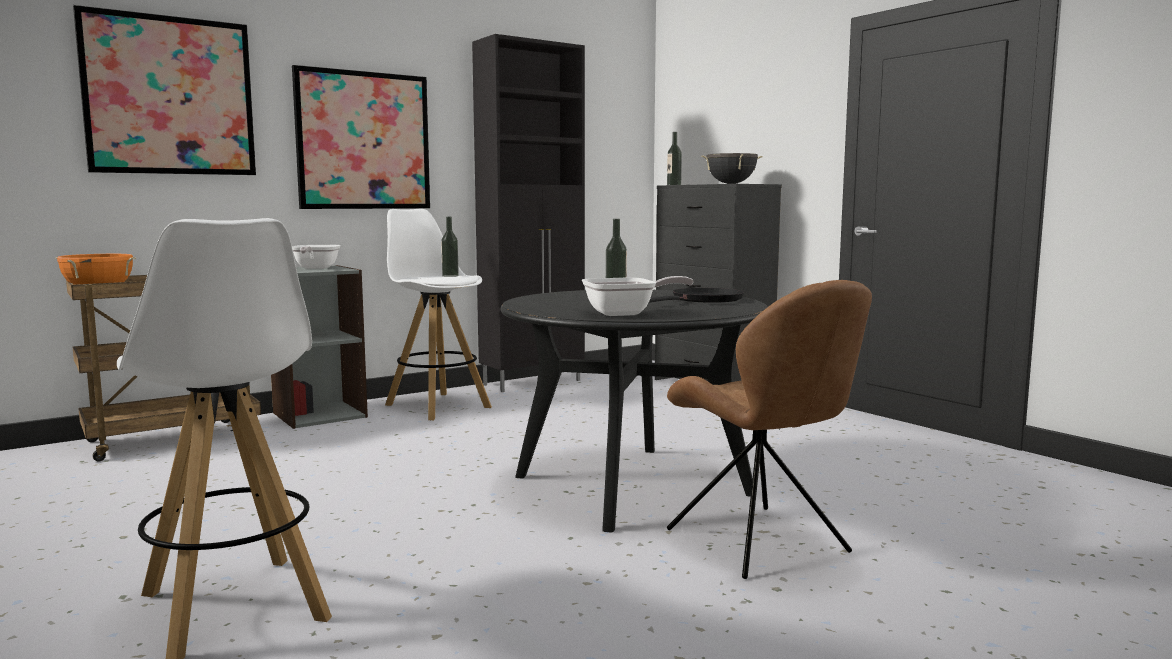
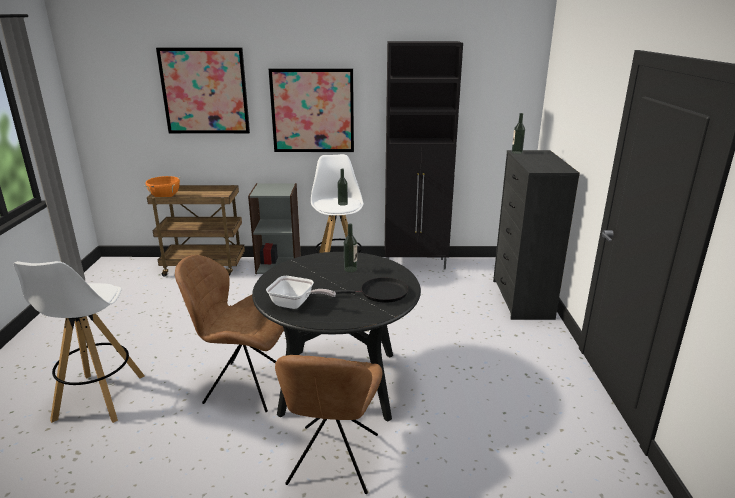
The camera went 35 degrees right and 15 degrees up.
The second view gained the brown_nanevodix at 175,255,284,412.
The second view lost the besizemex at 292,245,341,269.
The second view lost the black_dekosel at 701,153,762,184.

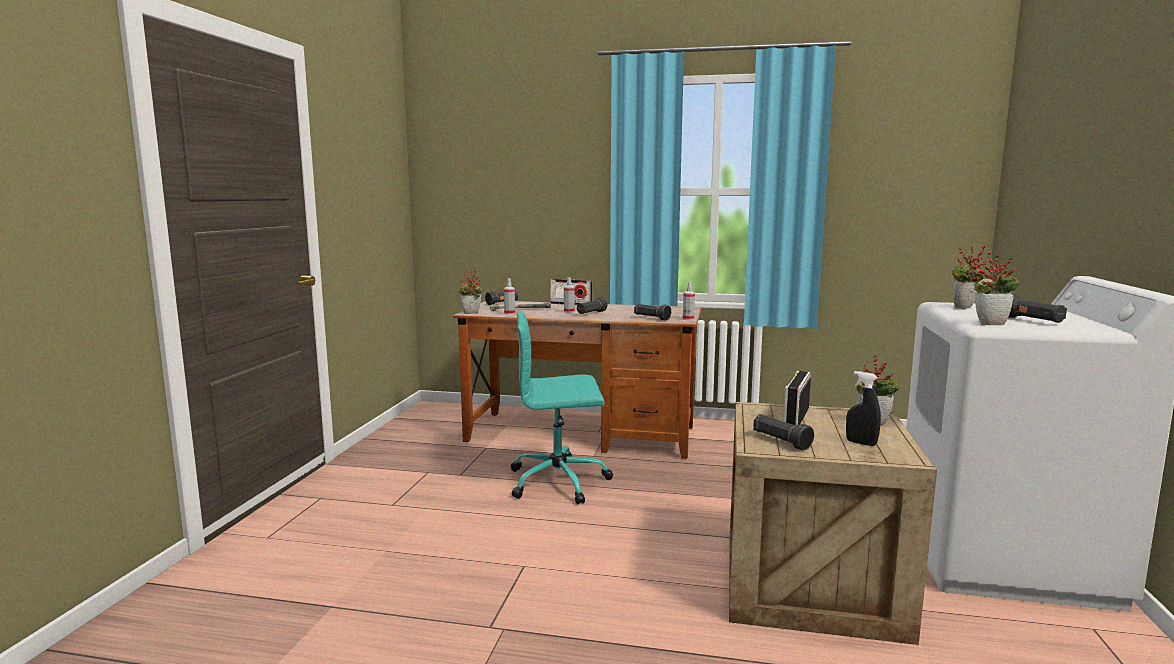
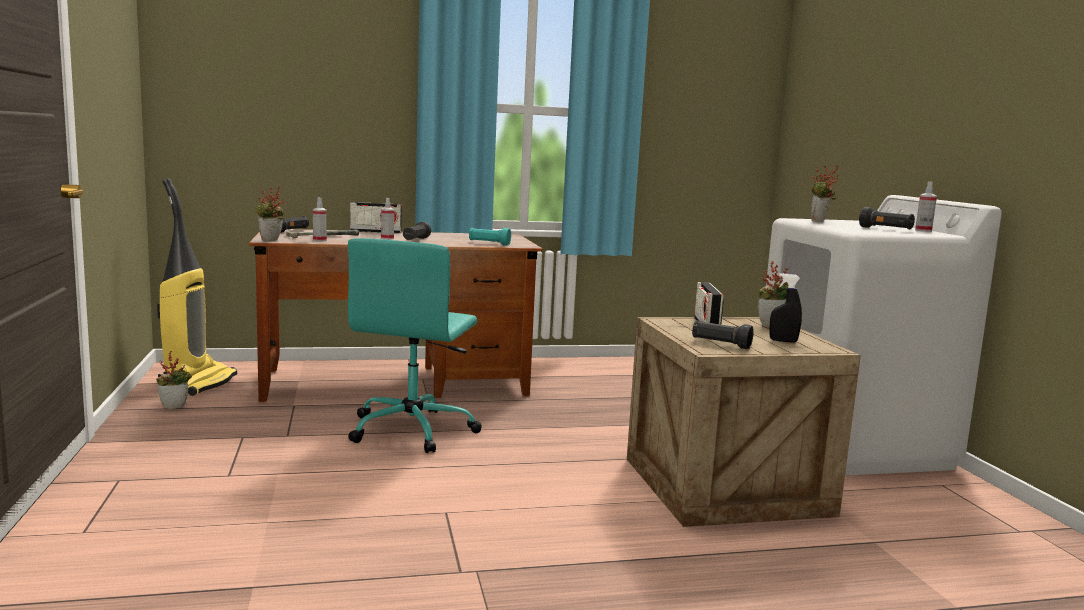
The camera went 25 degrees left and 0 degrees up.
The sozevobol ended up elsewhere, having gone from 975,251,1020,325 to 156,351,192,409.
The second view gained the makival at 157,179,237,396.
The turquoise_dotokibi at 511,311,613,504 ended up facing another way, 45 degrees counterclockwise from before.
What was the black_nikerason at 634,303,671,321 turned into the turquoise_nikerason at 469,228,511,245.
The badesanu ended up elsewhere, having gone from 683,282,695,320 to 915,182,937,232.

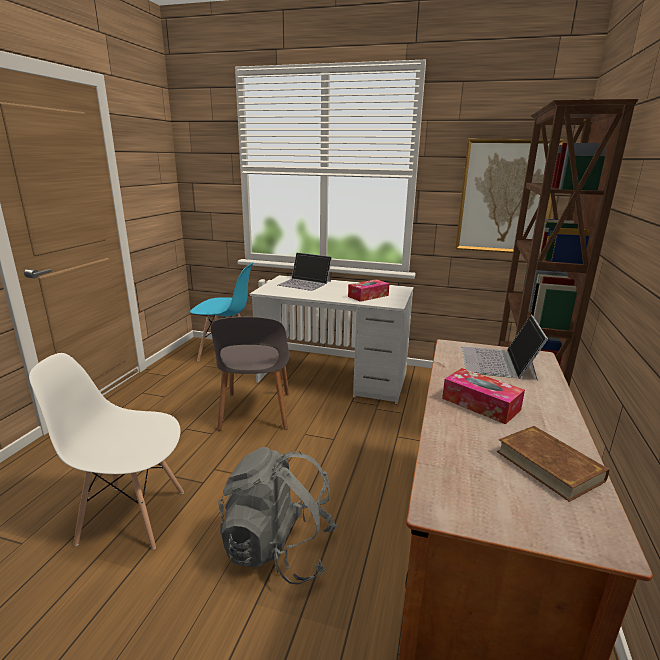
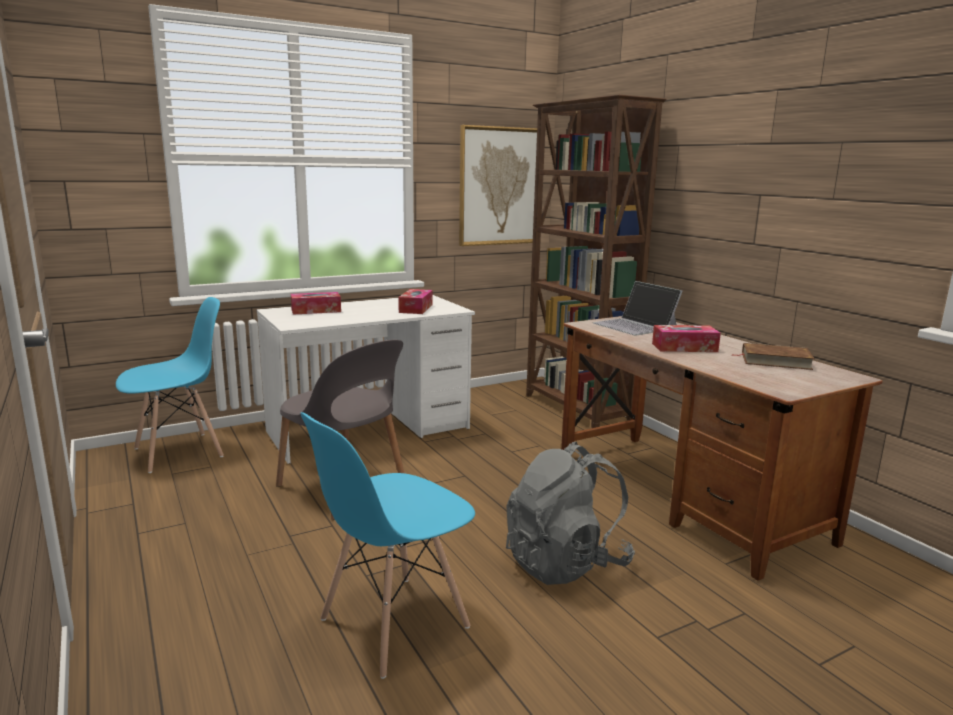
The camera went 45 degrees left and 5 degrees down.
Where the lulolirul stood at 278,252,332,291, the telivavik came to stand at 291,292,341,315.
What was the white_nanevodix at 29,353,184,550 turned into the blue_nanevodix at 300,412,475,679.

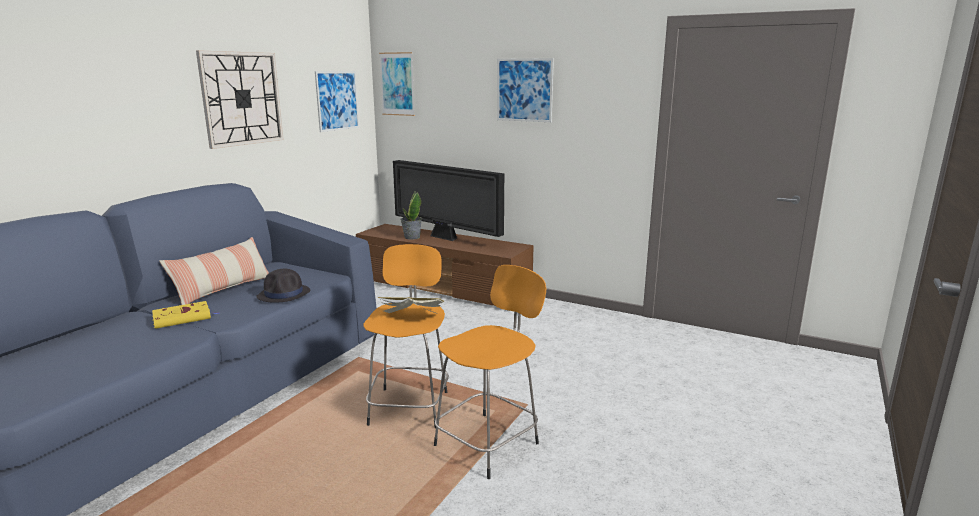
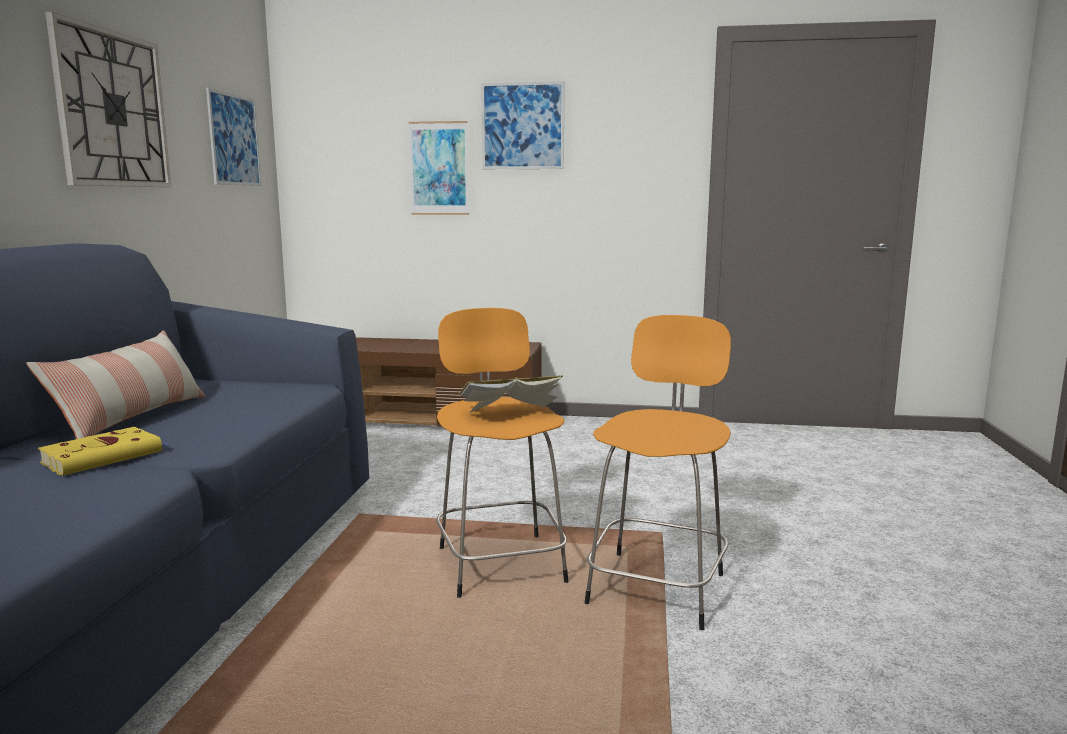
The camera went 20 degrees left and 5 degrees down.
The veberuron ended up elsewhere, having gone from 379,52,415,116 to 408,121,469,215.
The second view lost the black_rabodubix at 256,269,310,303.
The second view lost the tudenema at 393,160,504,241.
The second view lost the sozevobol at 400,191,422,240.

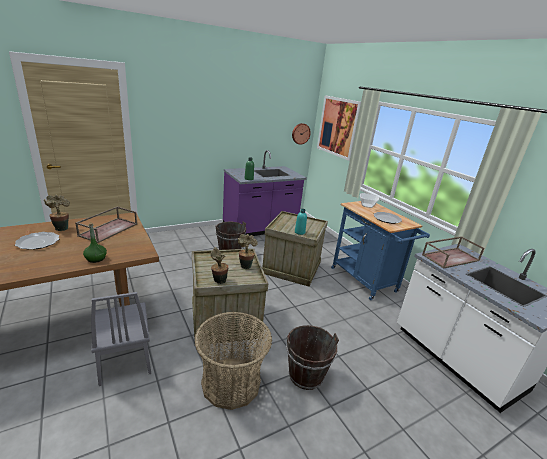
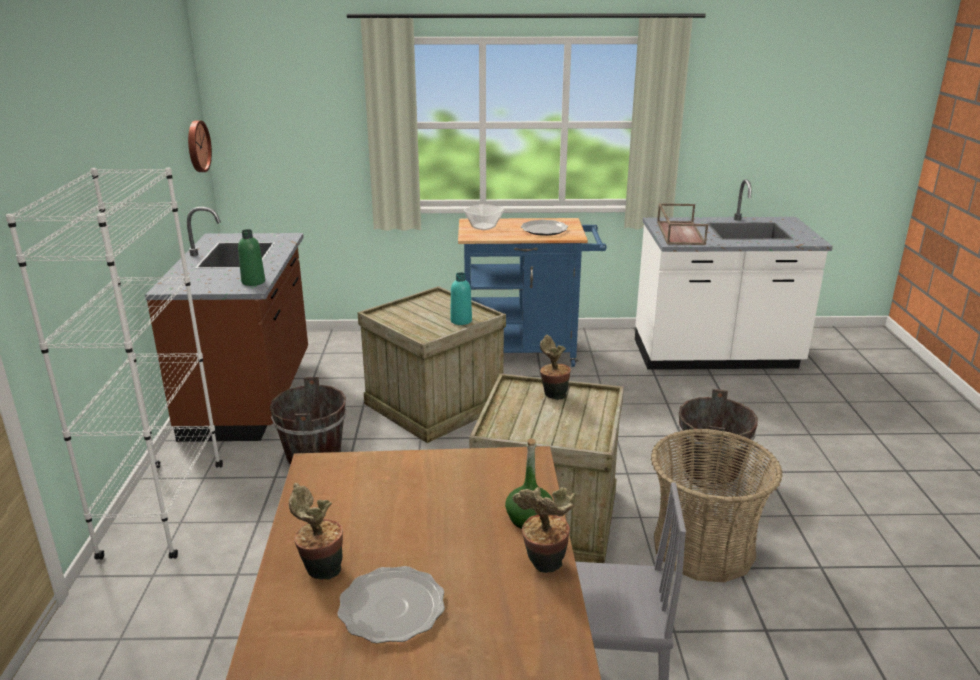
The camera went 60 degrees left and 0 degrees up.
The second view gained the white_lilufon at 6,168,223,560.
What was the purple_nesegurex at 223,150,307,236 turned into the brown_nesegurex at 145,207,308,442.
The sozevobol ended up elsewhere, having gone from 211,247,229,284 to 513,487,576,573.
The second view lost the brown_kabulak at 75,206,137,243.
The second view lost the veberuron at 317,96,361,161.

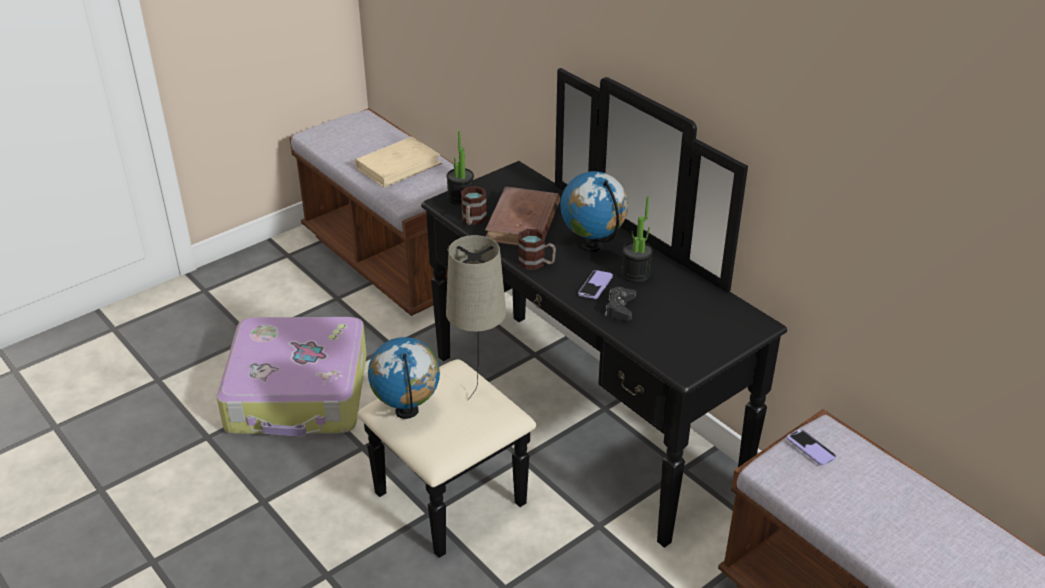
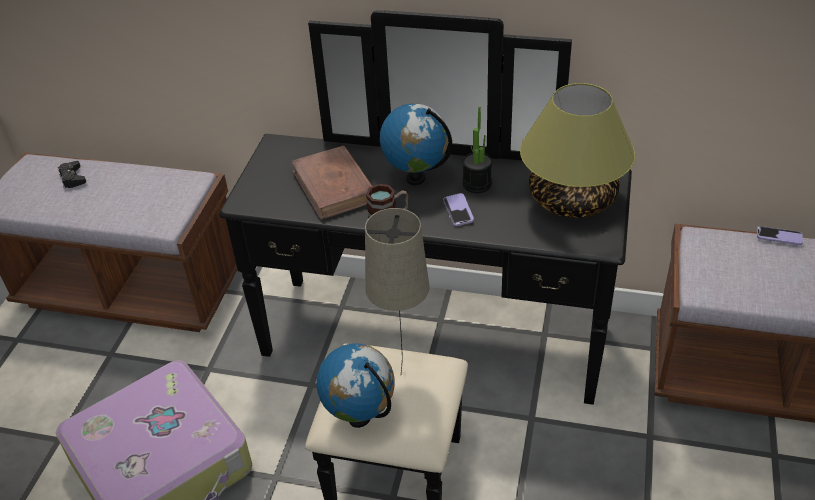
The camera went 35 degrees left and 5 degrees up.
The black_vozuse ended up elsewhere, having gone from 605,287,636,320 to 58,161,86,188.
The second view gained the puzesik at 520,83,635,218.
The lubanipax ended up elsewhere, having gone from 787,429,836,466 to 757,226,803,245.
The second view lost the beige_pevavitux at 355,137,442,188.
The second view lost the sozevobol at 447,131,474,205.
The second view lost the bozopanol at 461,186,487,225.

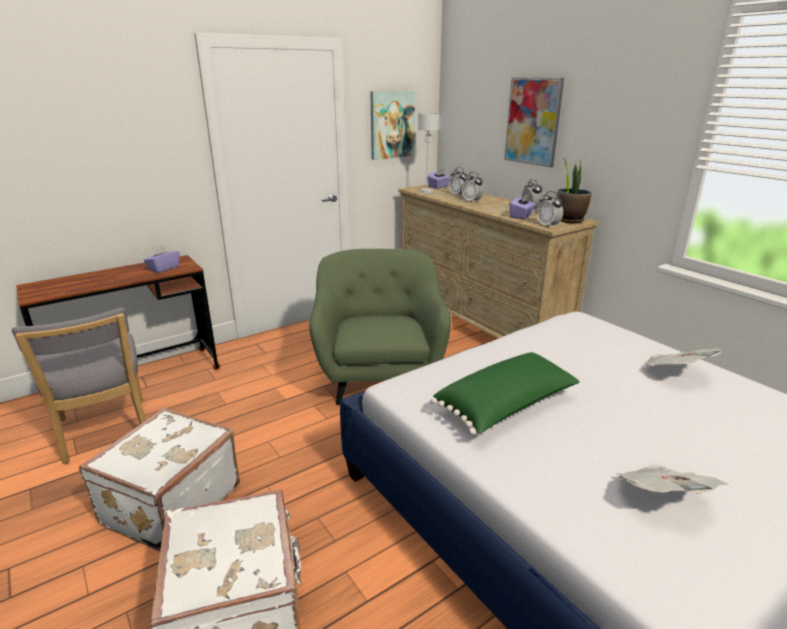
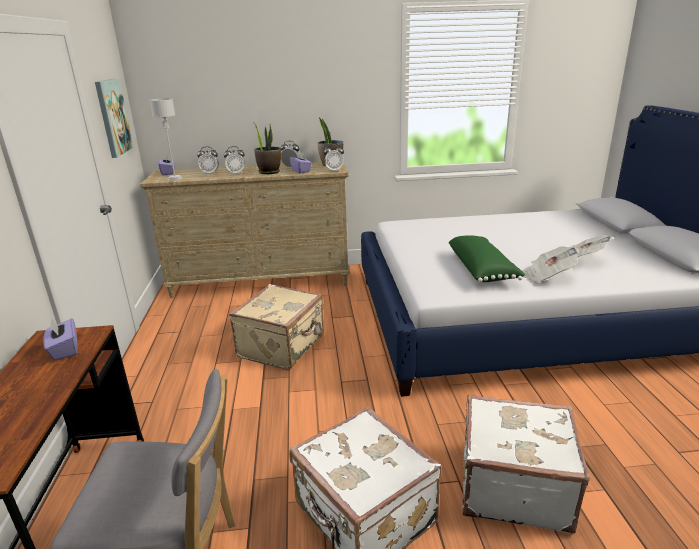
The camera went 60 degrees left and 0 degrees up.
Where the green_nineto stood at 309,249,451,405, the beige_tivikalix came to stand at 229,284,324,370.
The second view gained the sozevobol at 253,122,281,174.
The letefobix ended up elsewhere, having gone from 641,348,722,366 to 522,246,580,283.
The second view lost the veberuron at 504,77,564,167.

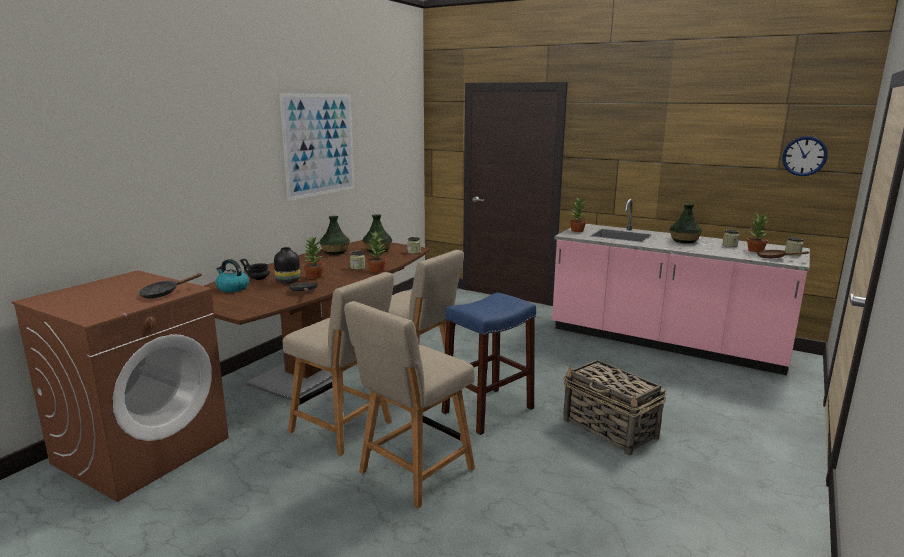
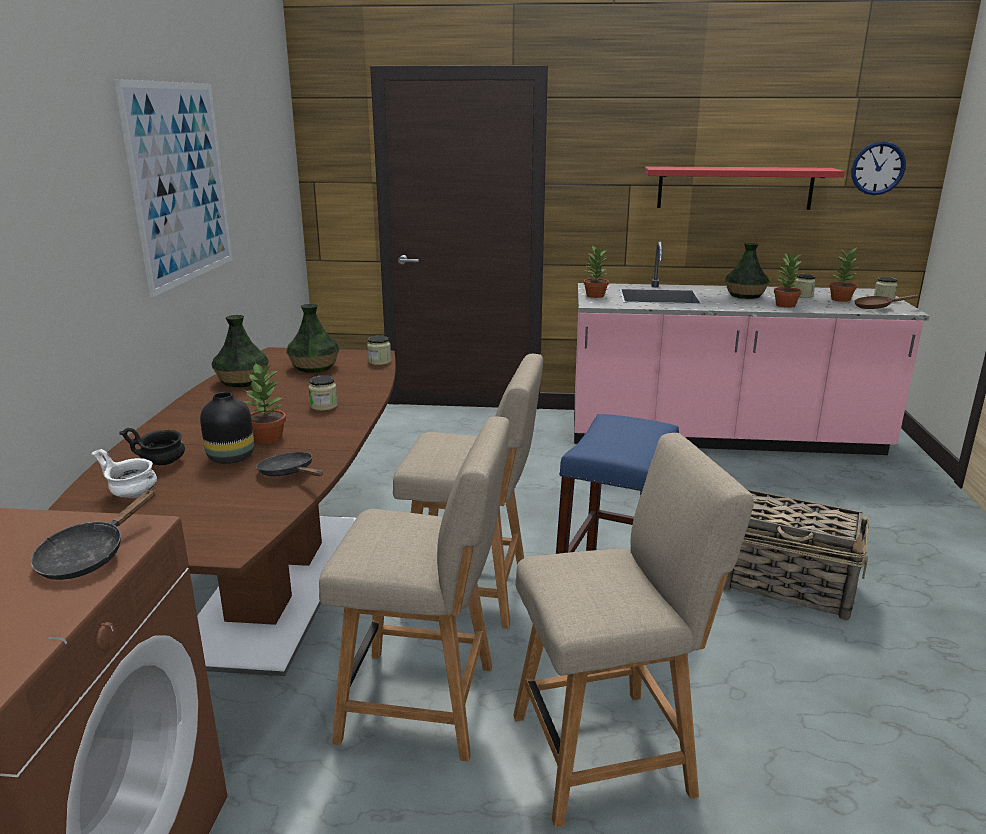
The camera went 25 degrees left and 5 degrees up.
Where the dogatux stood at 216,259,249,292, the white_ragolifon came to stand at 91,449,157,498.
The beige_nanevodix at 344,301,475,508 ended up facing another way, 120 degrees counterclockwise from before.
The second view gained the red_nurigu at 645,166,845,210.
The sozevobol ended up elsewhere, having gone from 367,232,387,272 to 774,252,802,308.

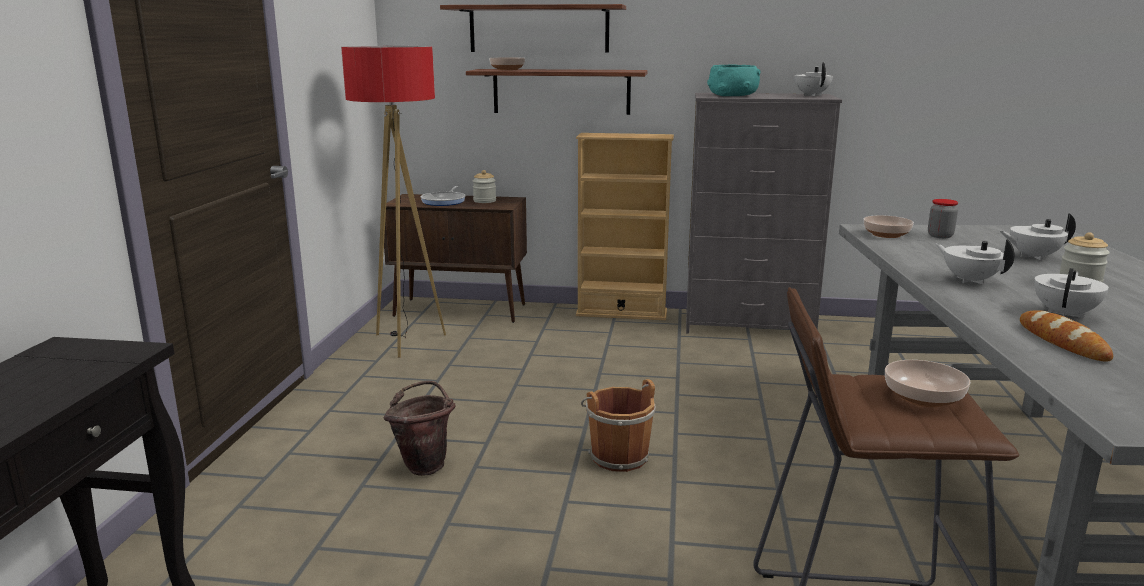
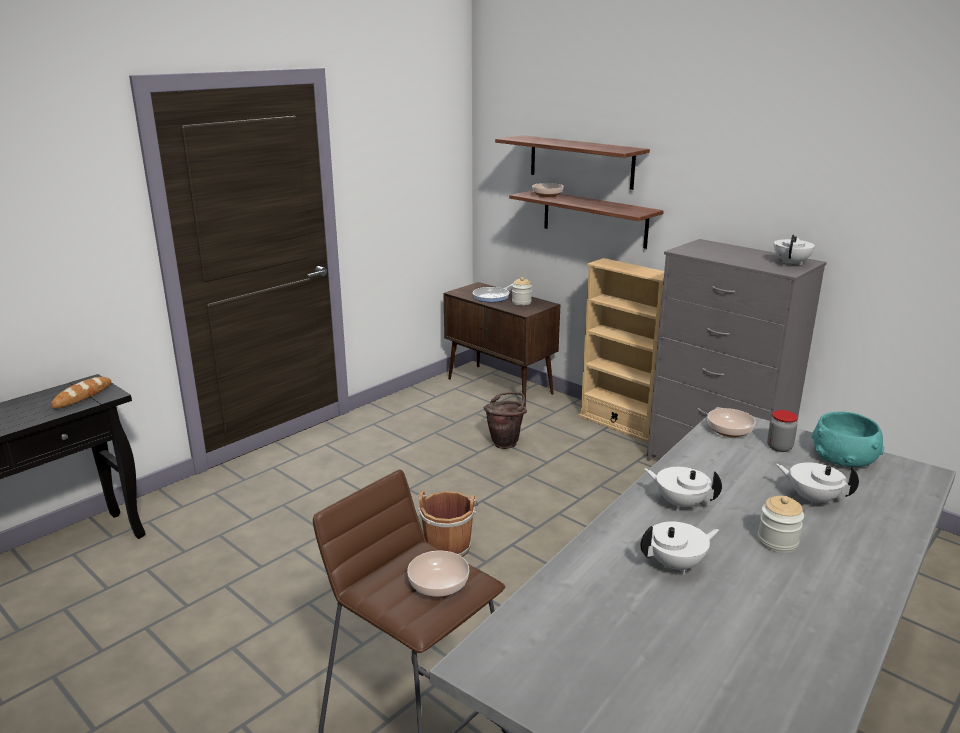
The camera went 35 degrees right and 5 degrees up.
The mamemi ended up elsewhere, having gone from 1020,310,1113,362 to 51,377,111,409.
The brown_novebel ended up elsewhere, having gone from 383,381,455,476 to 484,392,527,449.
The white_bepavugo at 935,239,1015,284 ended up facing another way, 60 degrees counterclockwise from before.
The turquoise_ragolifon ended up elsewhere, having gone from 707,64,761,96 to 812,411,885,467.
The second view lost the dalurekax at 341,46,446,358.

